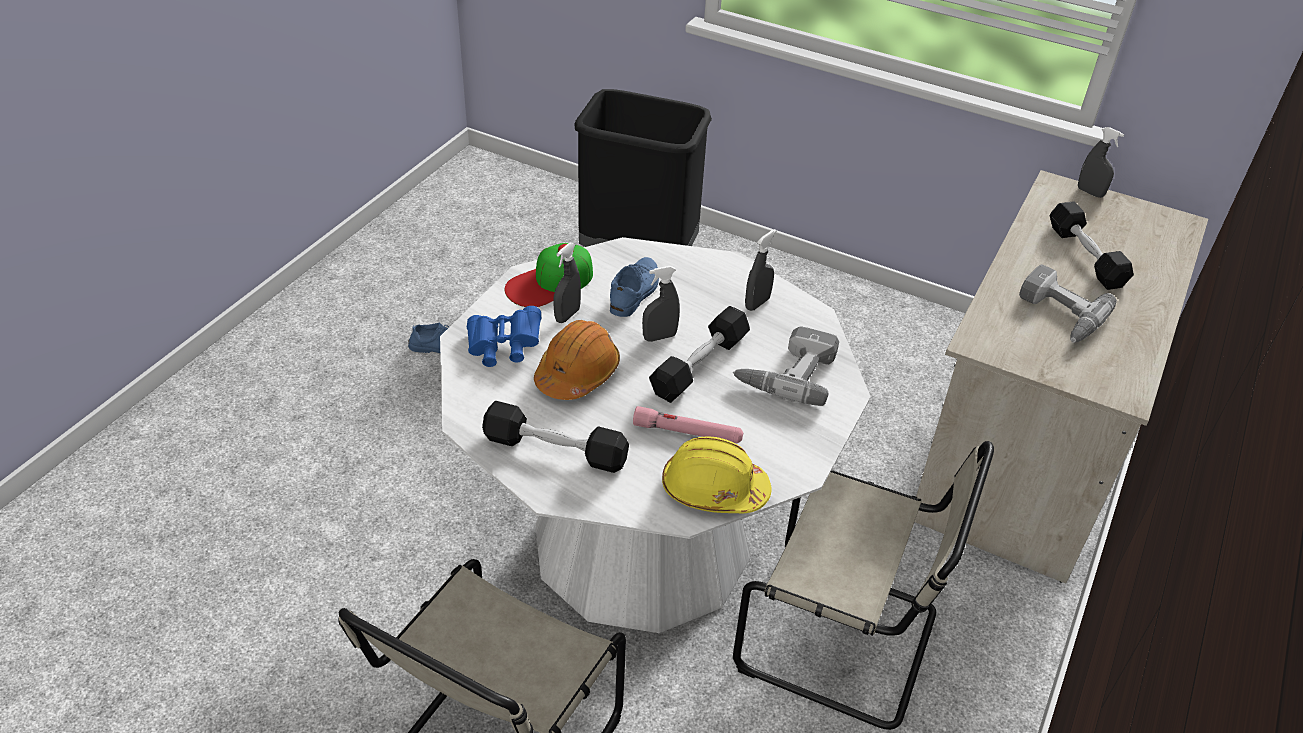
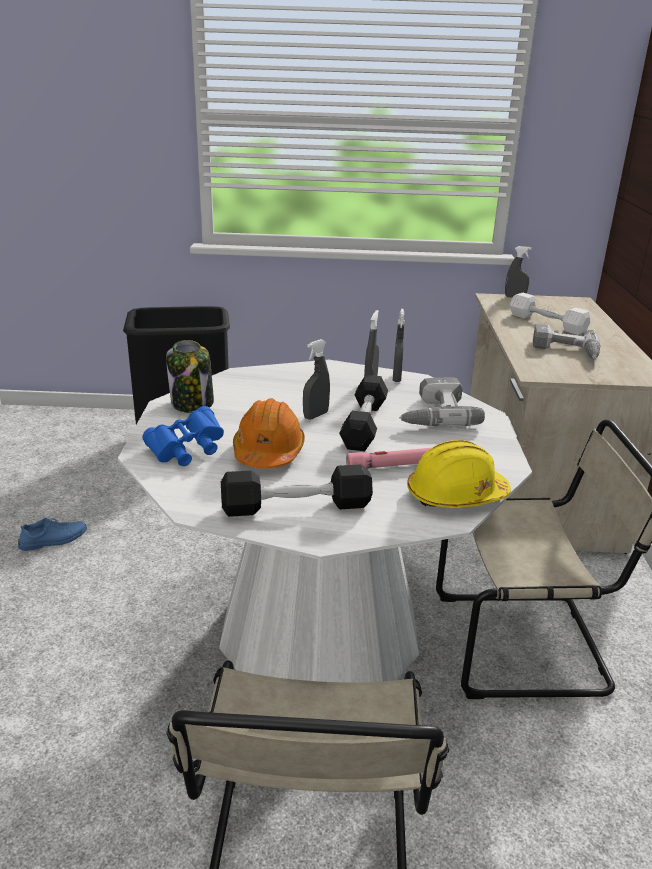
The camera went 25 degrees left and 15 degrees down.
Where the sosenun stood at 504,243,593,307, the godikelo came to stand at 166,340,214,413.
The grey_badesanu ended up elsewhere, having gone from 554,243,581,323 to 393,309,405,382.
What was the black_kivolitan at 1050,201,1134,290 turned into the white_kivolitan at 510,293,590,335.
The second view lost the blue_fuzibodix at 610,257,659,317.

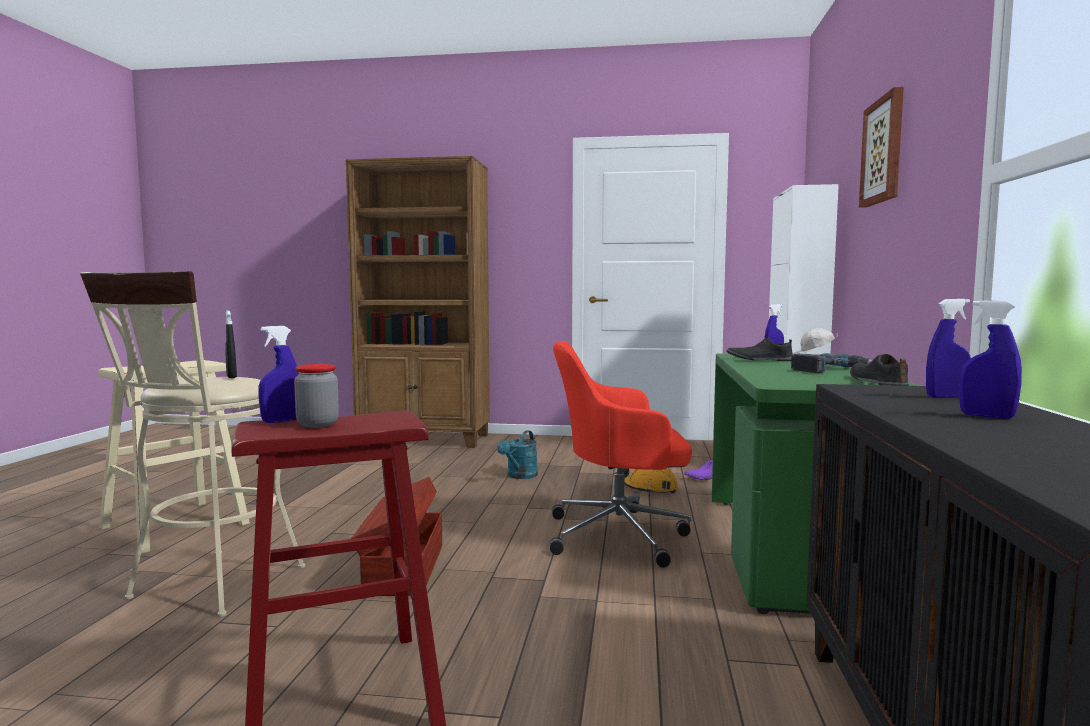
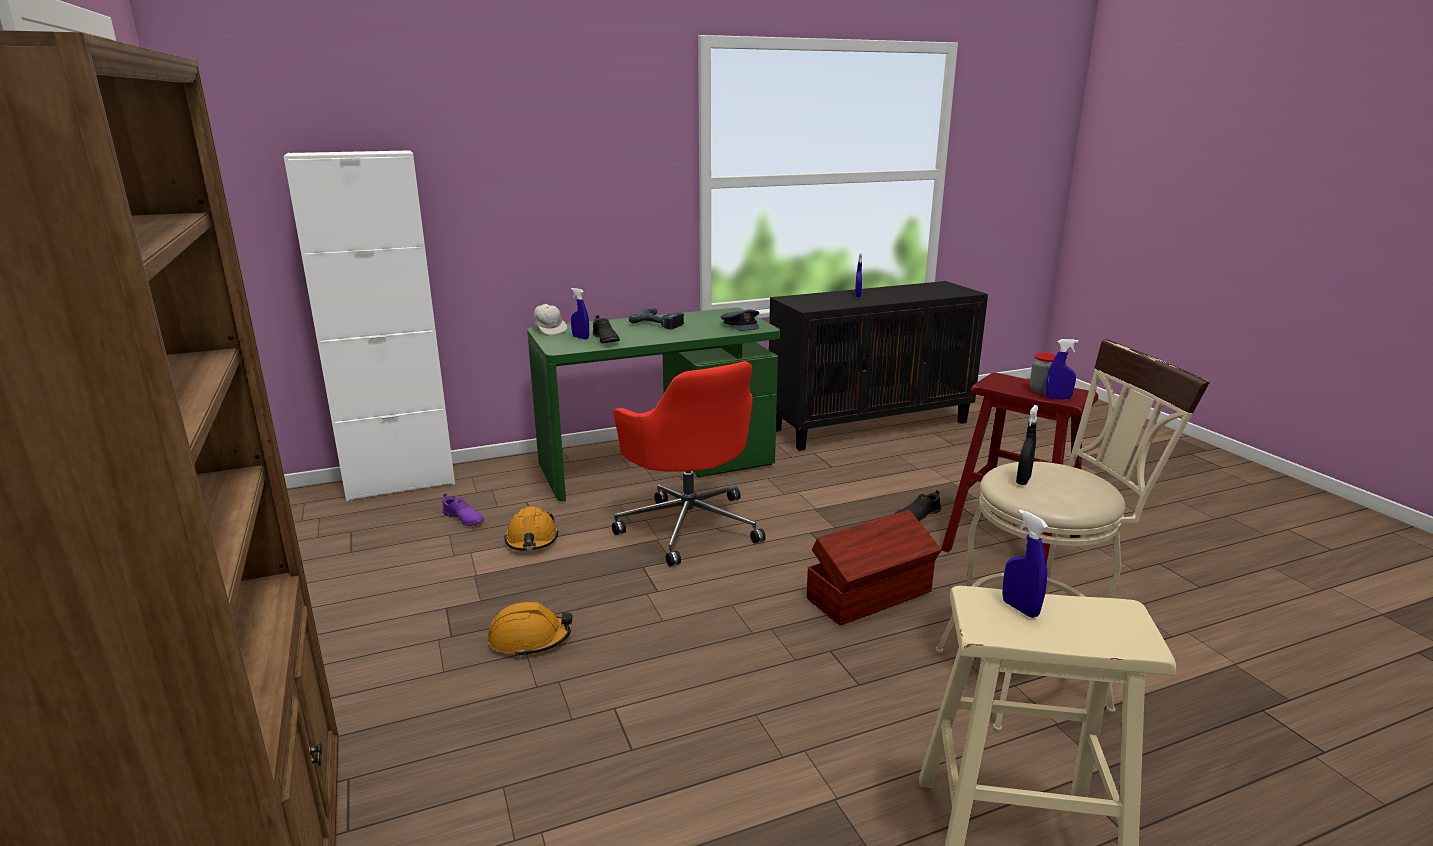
The camera went 120 degrees left and 15 degrees up.
Where the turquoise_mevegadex stood at 497,430,538,479, the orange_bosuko came to stand at 488,602,573,658.
The second view gained the grey_sosenun at 721,309,759,330.
The black_fuzibodix ended up elsewhere, having gone from 850,354,909,386 to 894,490,941,521.
The blue_badesanu ended up elsewhere, having gone from 926,299,971,398 to 1002,509,1048,618.
The second view lost the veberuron at 859,87,904,207.

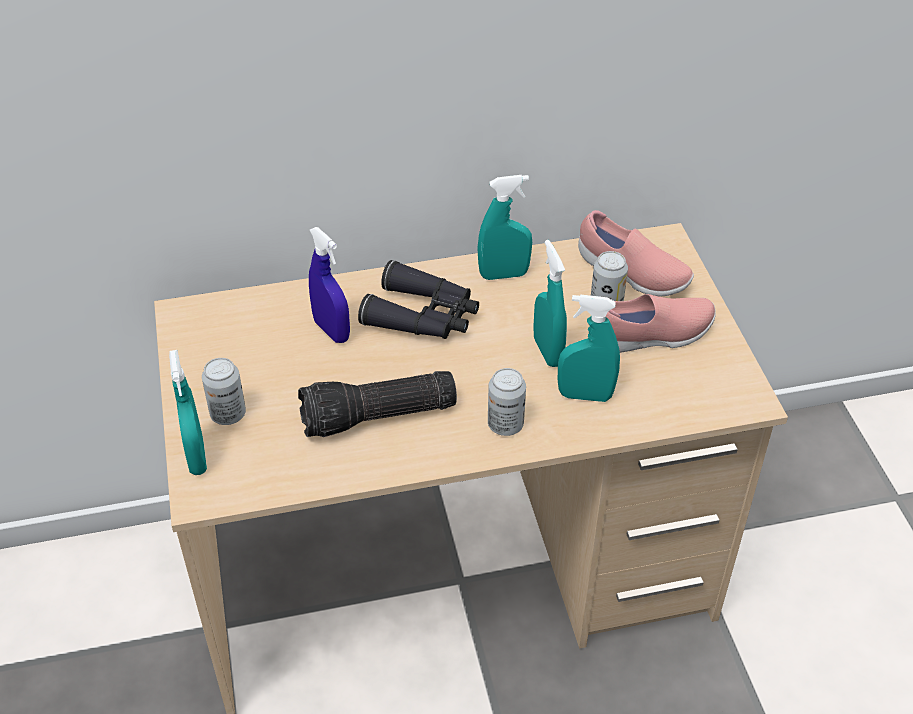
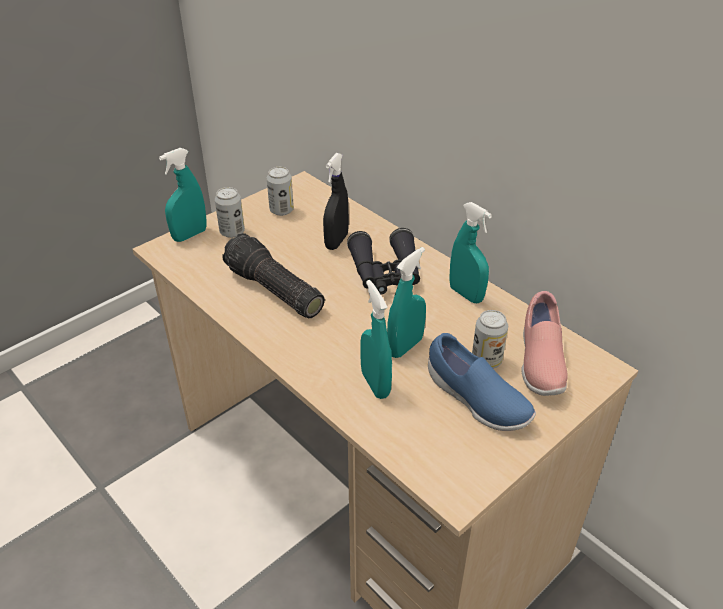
The camera went 60 degrees right and 5 degrees down.
The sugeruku ended up elsewhere, having gone from 488,368,526,436 to 267,167,294,216.
What was the blue_badesanu at 309,227,350,343 turned into the black_badesanu at 323,153,349,250.
What was the pink_fuzibodix at 606,294,716,353 turned into the blue_fuzibodix at 428,333,536,431.

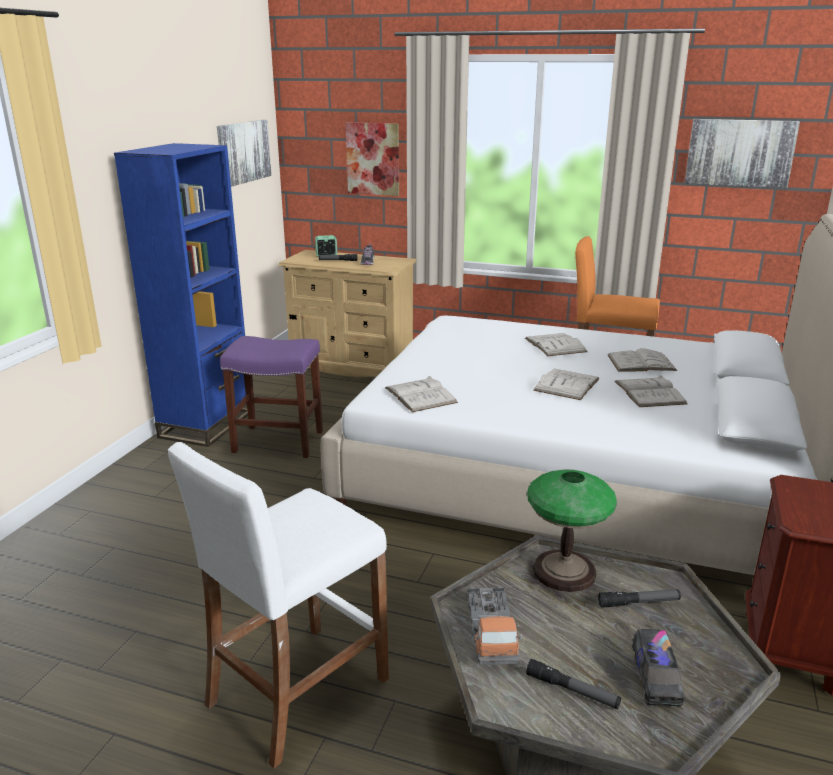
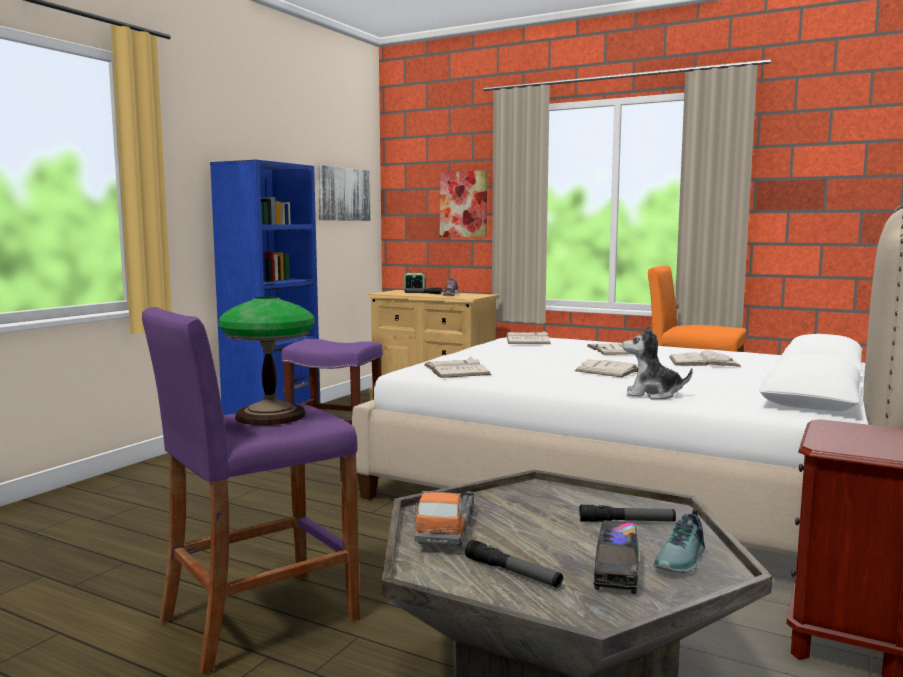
The camera went 10 degrees right and 15 degrees down.
What was the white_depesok at 168,442,389,768 turned into the purple_depesok at 142,307,360,675.
The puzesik ended up elsewhere, having gone from 527,469,617,592 to 218,297,315,425.
The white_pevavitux ended up elsewhere, having gone from 614,375,687,407 to 506,331,551,344.
The second view gained the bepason at 623,325,693,399.
The second view gained the fuzibodix at 653,509,705,573.
The second view lost the veberuron at 684,119,800,188.

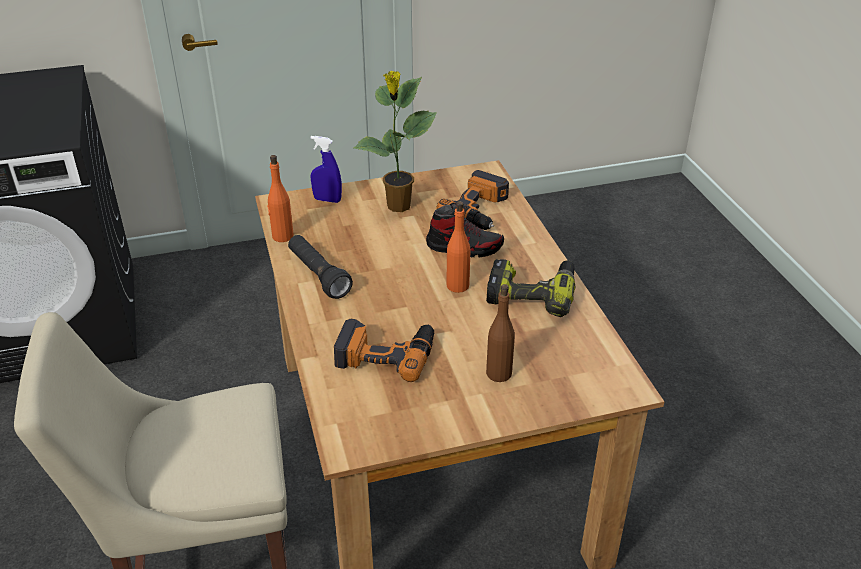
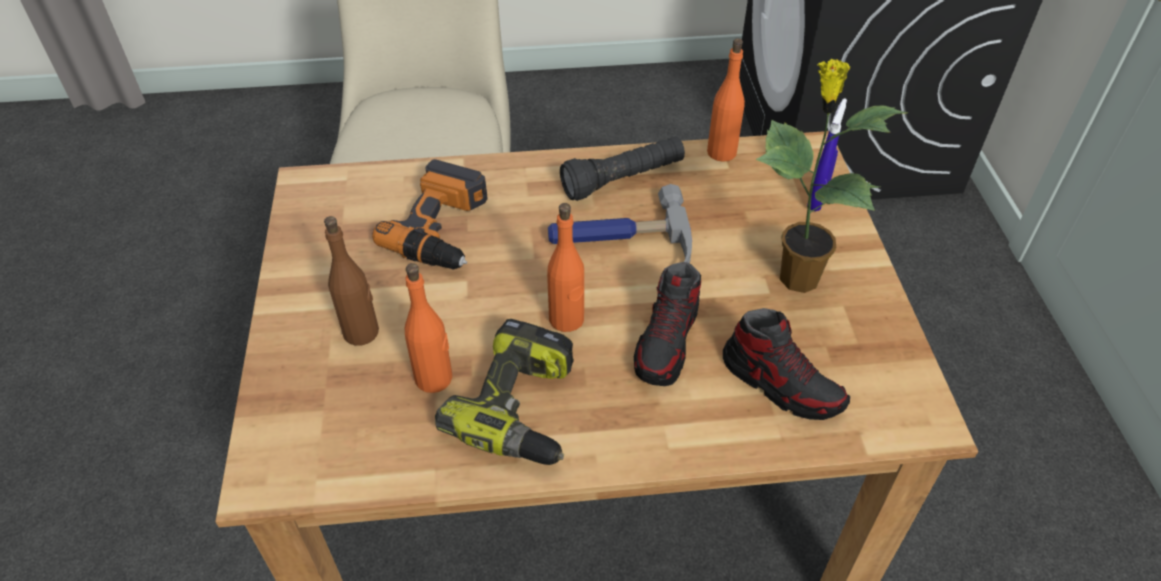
The camera went 100 degrees right and 10 degrees up.
The second view gained the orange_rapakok at 405,263,452,393.
The second view gained the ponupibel at 548,184,692,263.
Where the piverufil stood at 436,170,509,230, the fuzibodix came to stand at 723,308,850,420.

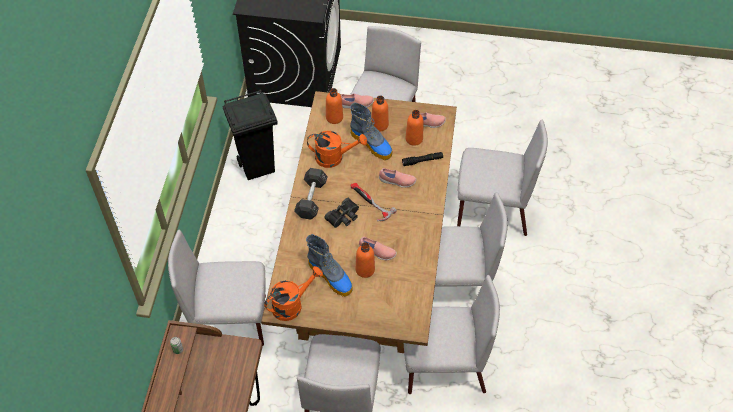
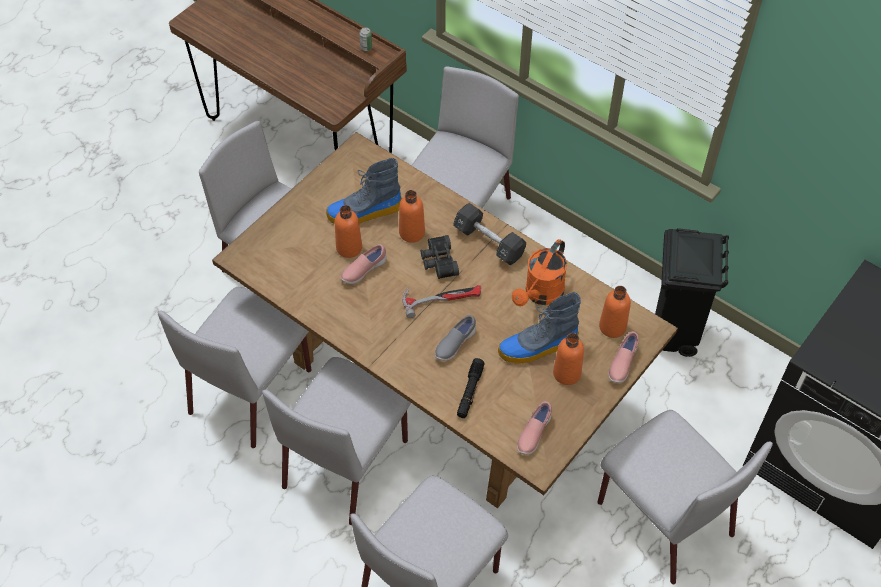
The camera went 120 degrees right and 0 degrees up.
The orange_rapakok ended up elsewhere, having gone from 406,110,424,146 to 399,190,425,243.
What was the pink_fuzibodix at 379,168,416,188 turned into the grey_fuzibodix at 435,315,476,361.
The second view lost the orange_mevegadex at 264,266,323,321.

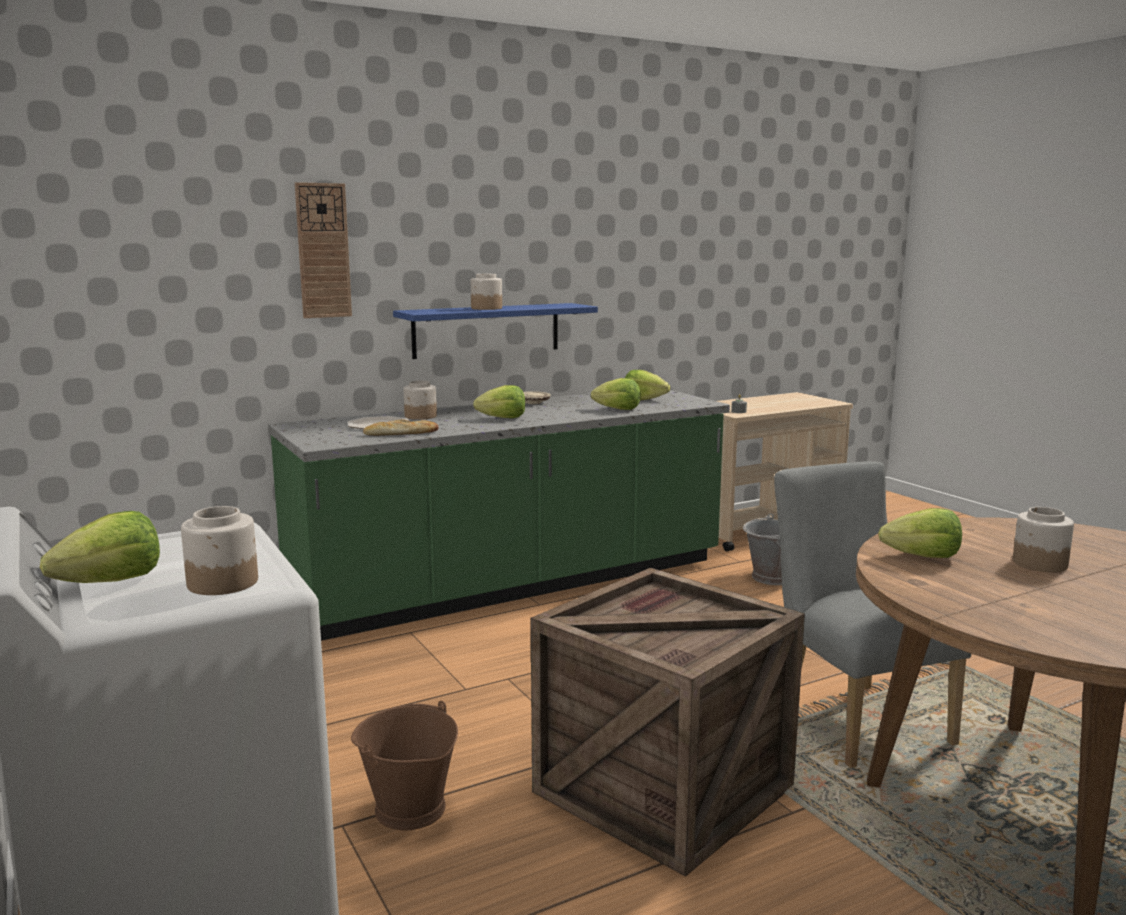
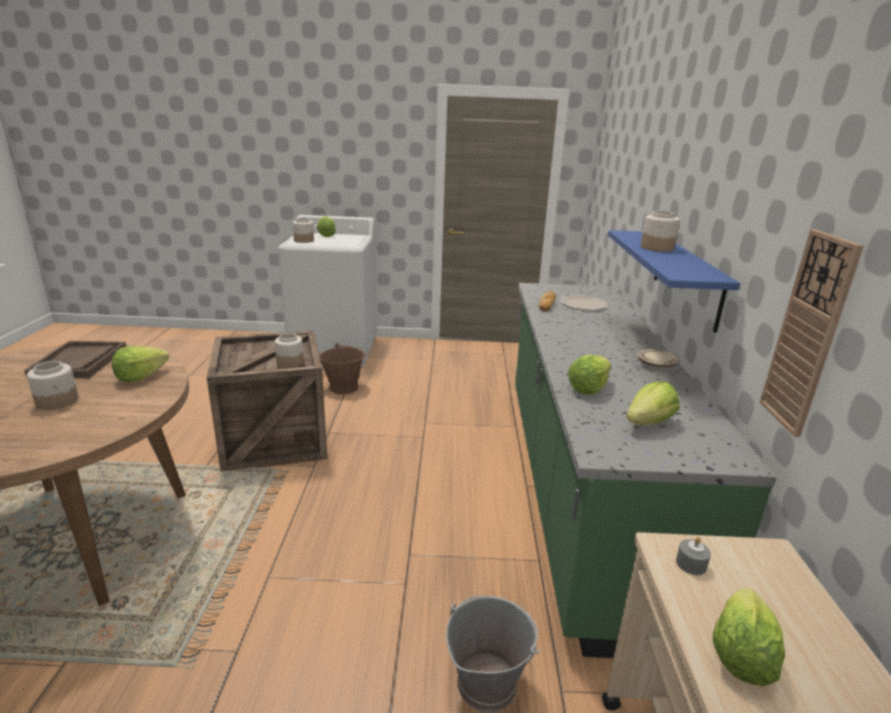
The camera went 120 degrees right and 10 degrees up.
The second view gained the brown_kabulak at 24,341,126,378.
The godikelo ended up elsewhere, having gone from 404,381,437,420 to 275,333,304,368.
The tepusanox ended up elsewhere, having gone from 473,385,525,418 to 713,587,785,686.
The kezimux ended up elsewhere, having gone from 295,182,352,318 to 760,229,864,437.
The second view lost the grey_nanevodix at 774,461,971,768.

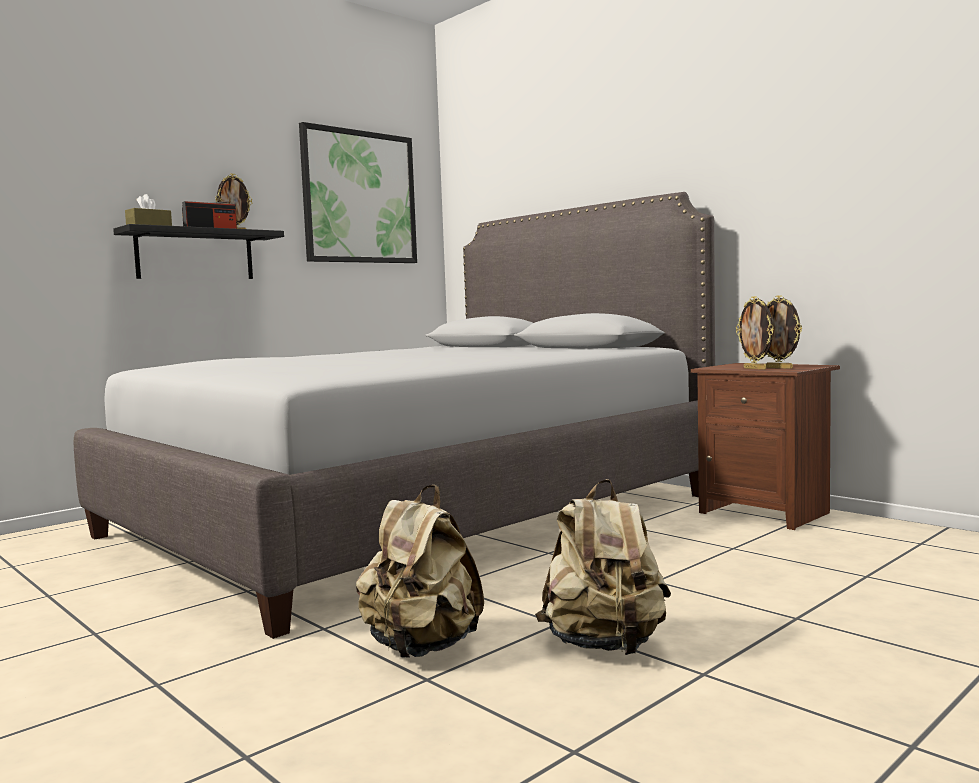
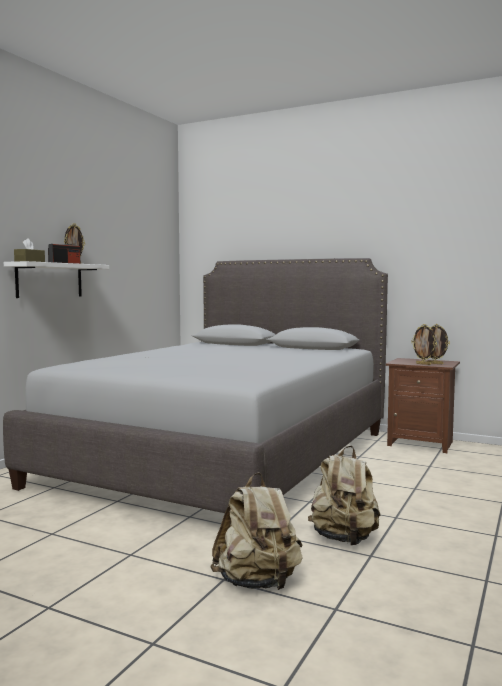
The camera went 20 degrees left and 0 degrees up.
What was the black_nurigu at 113,224,284,279 turned into the white_nurigu at 4,261,109,298.
The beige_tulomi ended up elsewhere, having gone from 535,479,671,655 to 210,472,303,590.
The second view lost the veberuron at 299,122,417,263.

